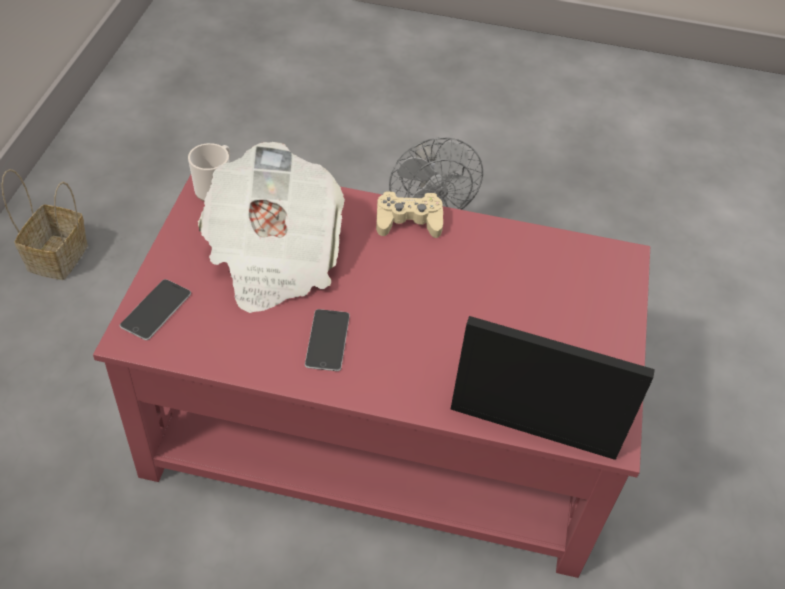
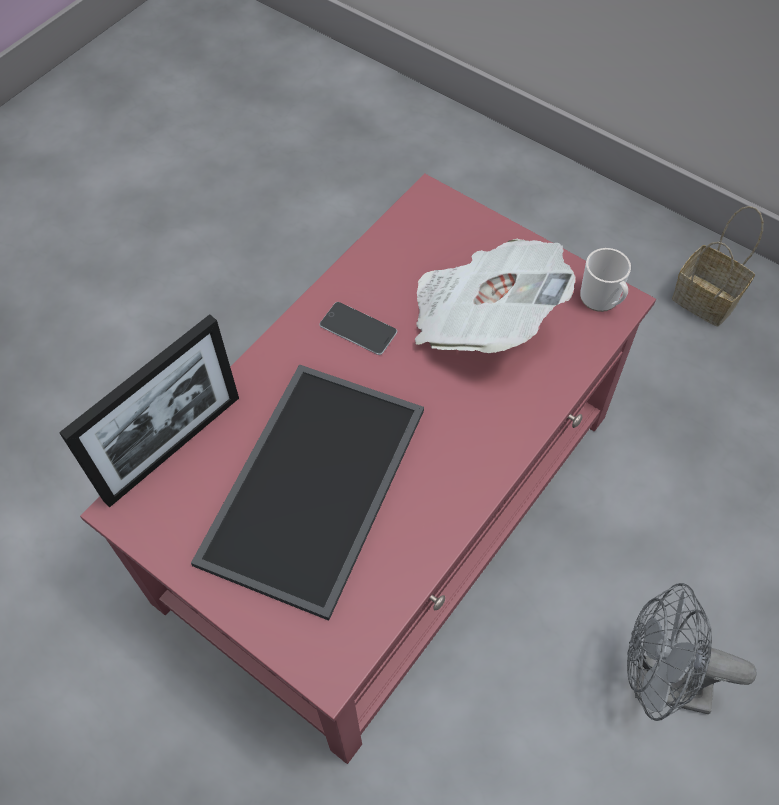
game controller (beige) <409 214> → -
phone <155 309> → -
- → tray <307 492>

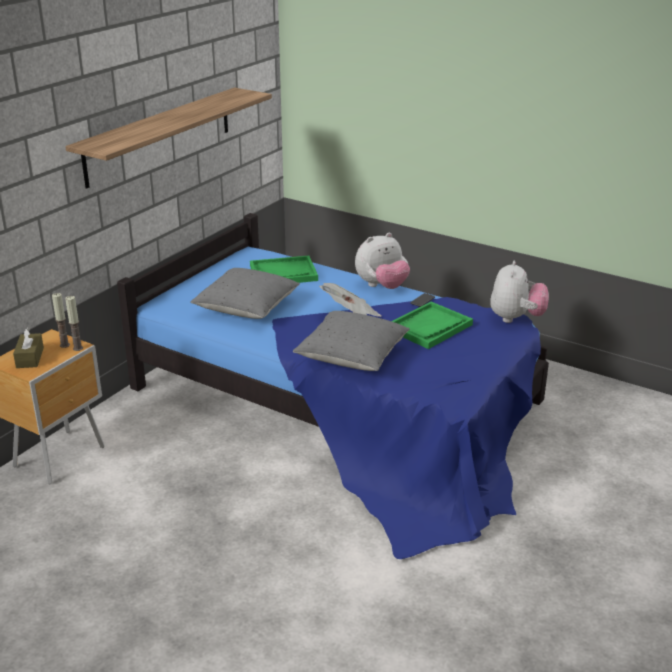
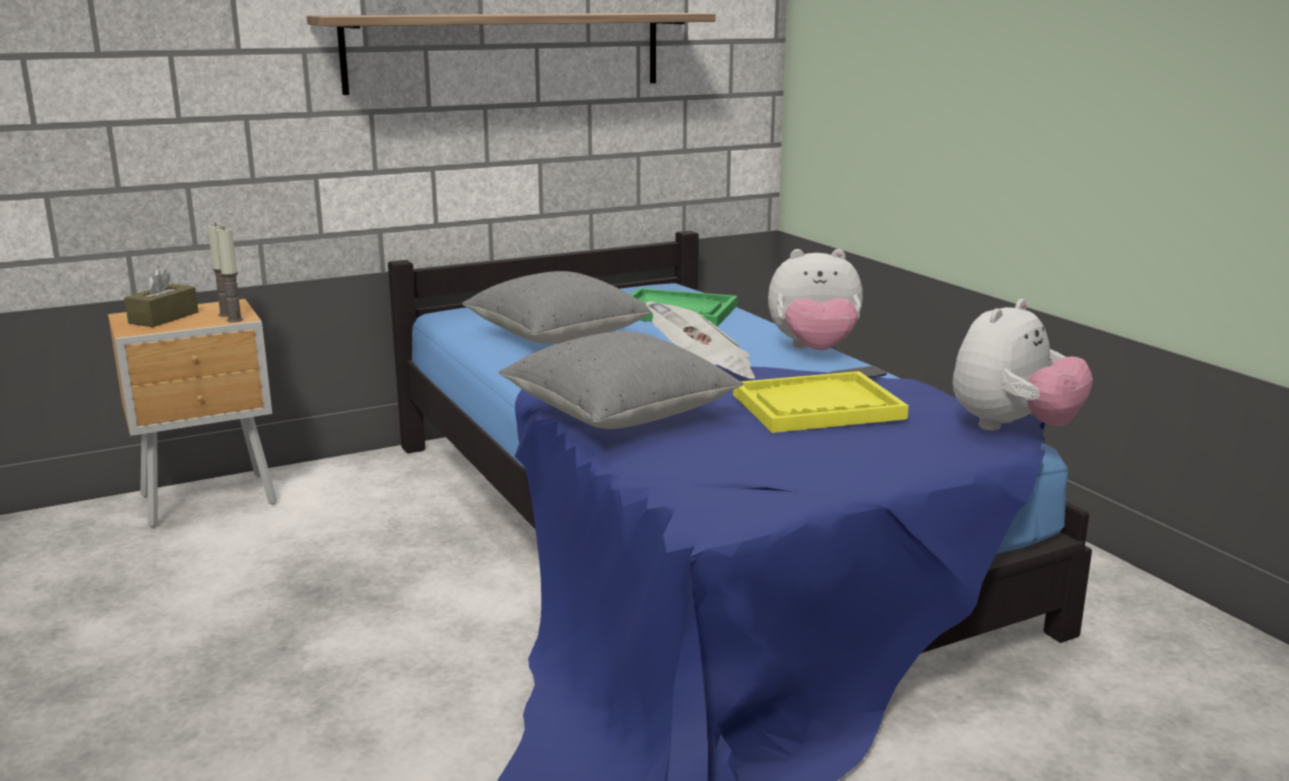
tray (green) <432 325> → tray (yellow) <821 402>

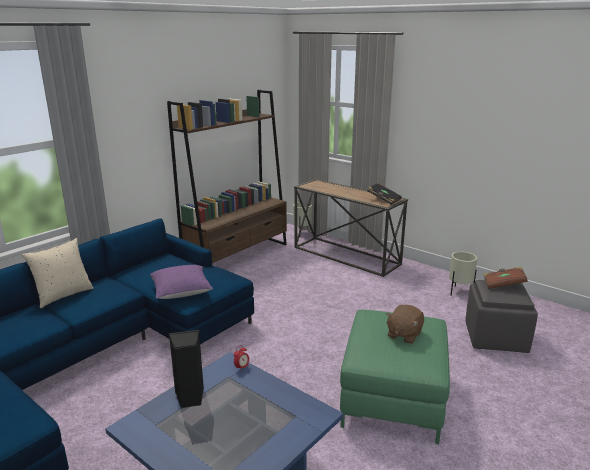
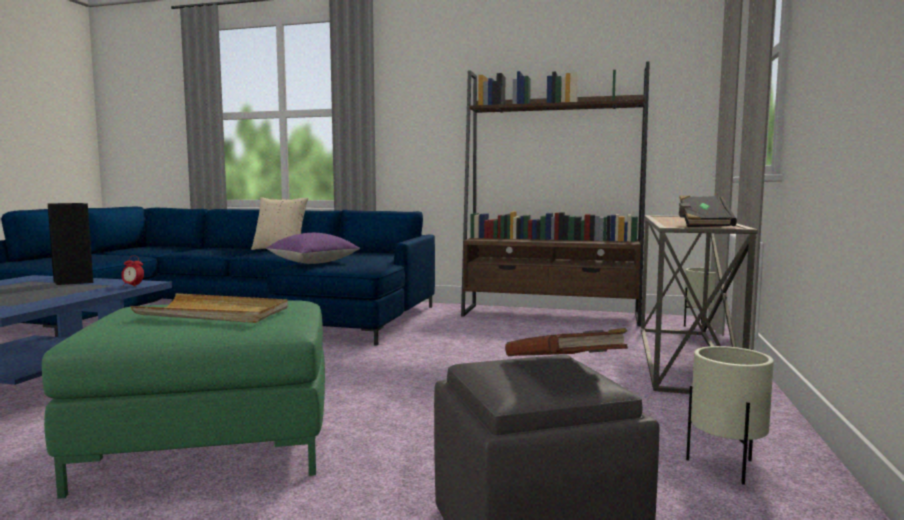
plush toy (brown) <405 324> → tray (beige) <209 308>

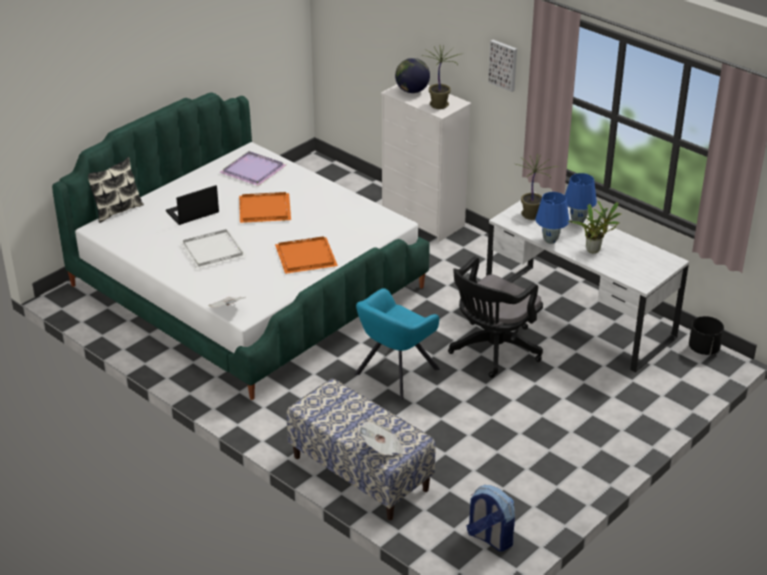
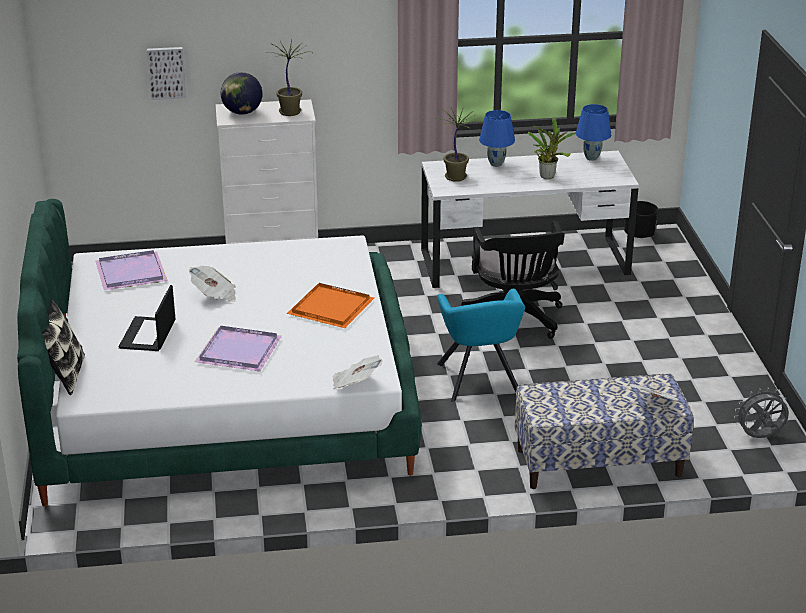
picture <502 66> → picture <166 73>, move
tray (orange) <265 207> → newspaper <212 284>
table lamp (blue) <552 218> → table lamp (blue) <593 132>, move
tray (white) <213 249> → tray (purple) <238 348>
backpack <490 518> → fan (grey) <761 413>

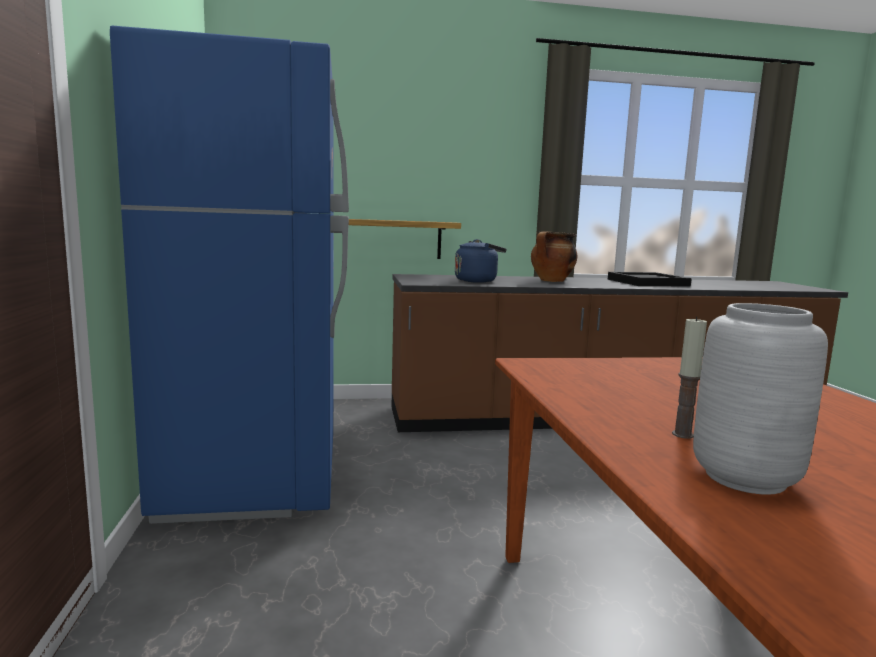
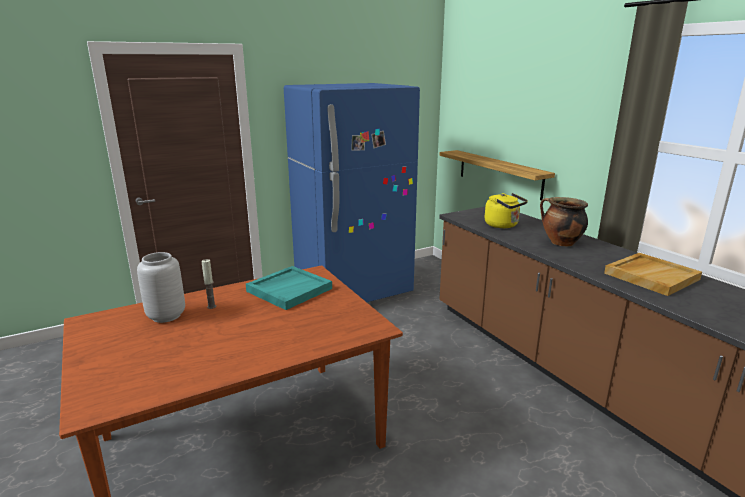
kettle (blue) <481 261> → kettle (yellow) <506 210>
tray (black) <650 279> → tray (beige) <653 274>
- → tray (turquoise) <289 288>

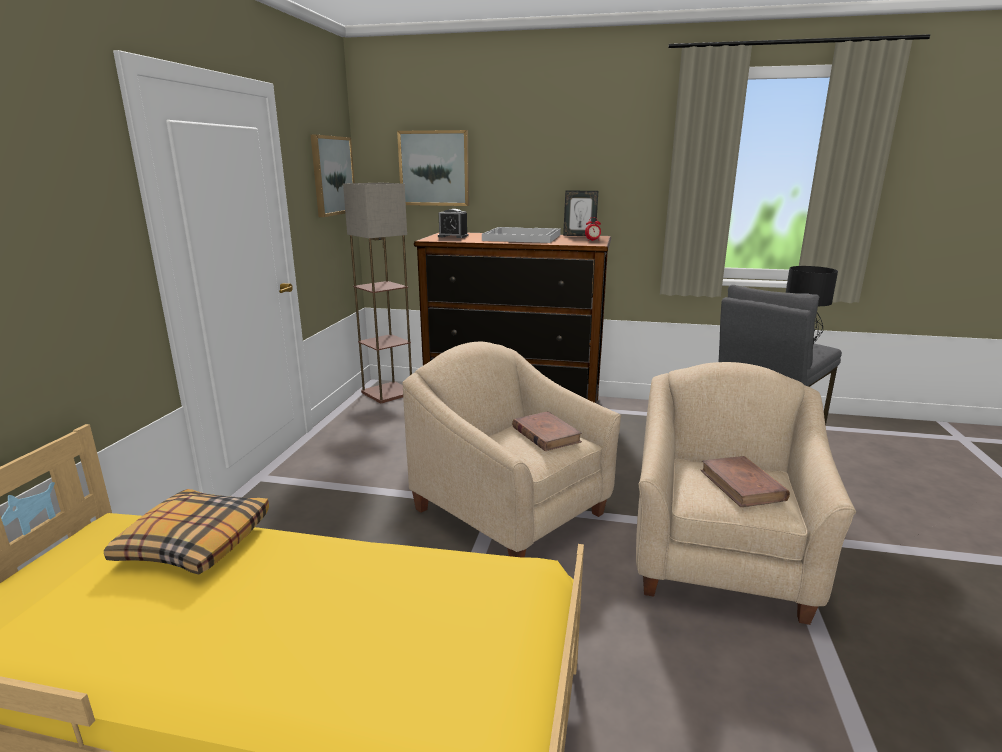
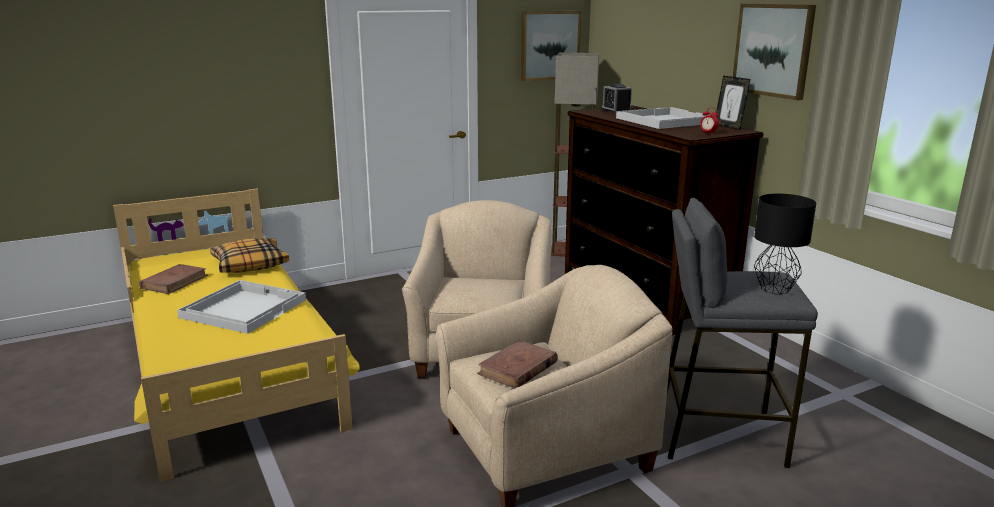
picture <433 168> → picture <774 52>, move
book (brown) <547 431> → book (brown) <173 279>, move
- → tray (white) <241 307>

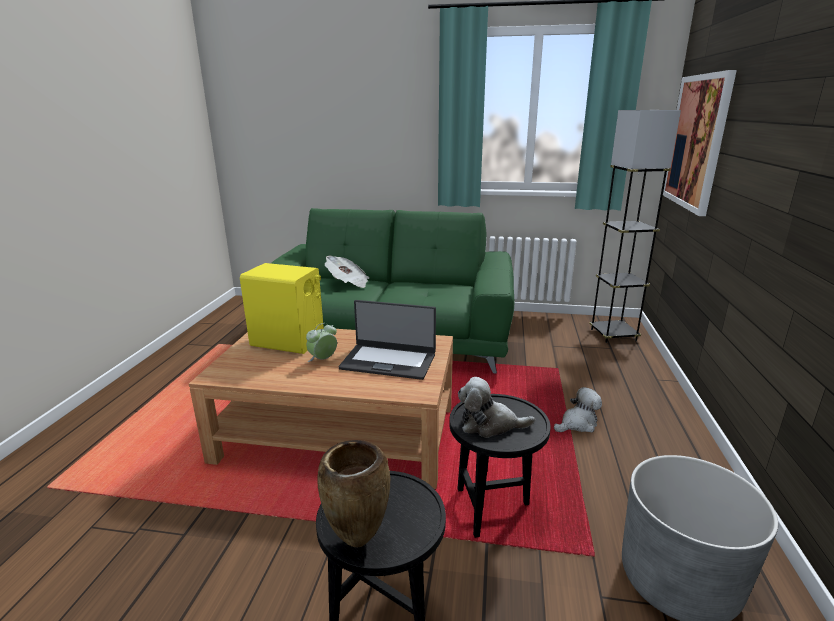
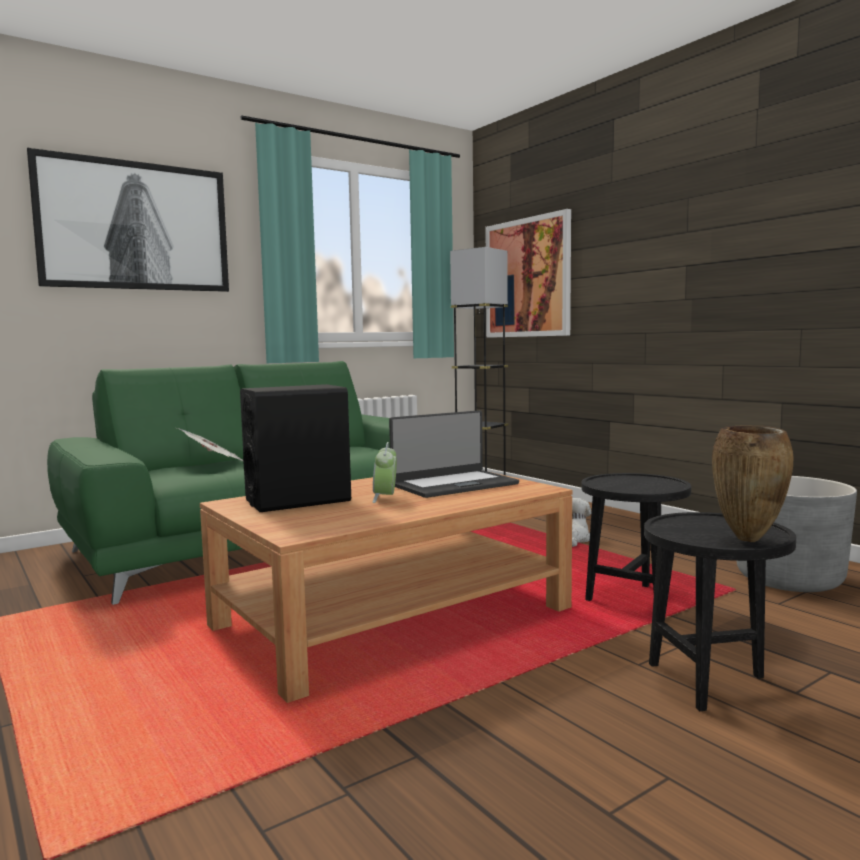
speaker (yellow) <282 308> → speaker (black) <295 448>
plush toy <496 407> → -
- → picture <128 219>

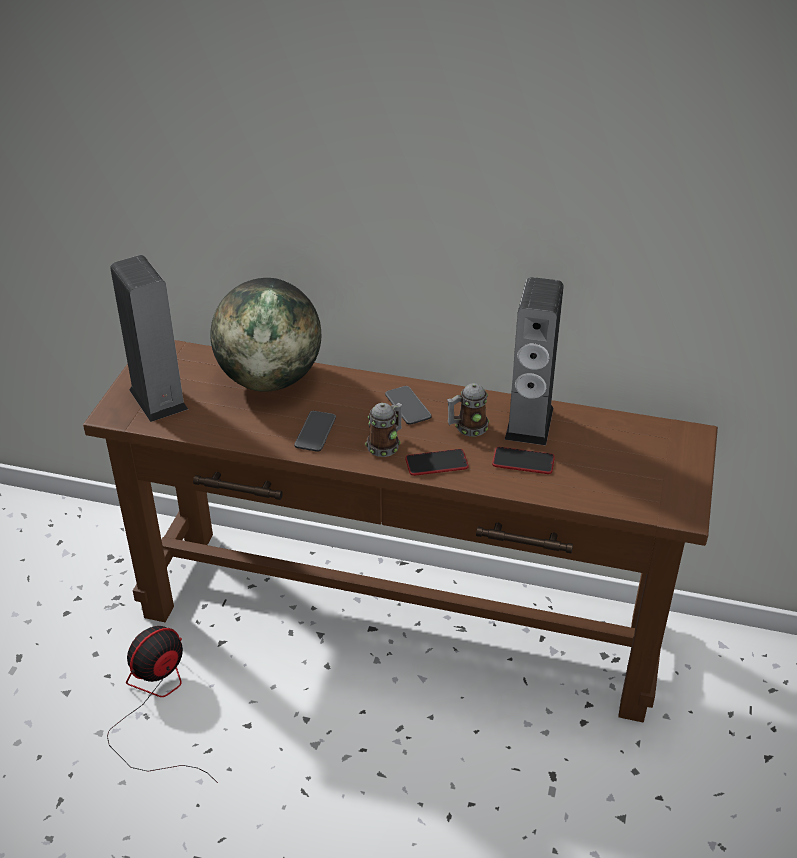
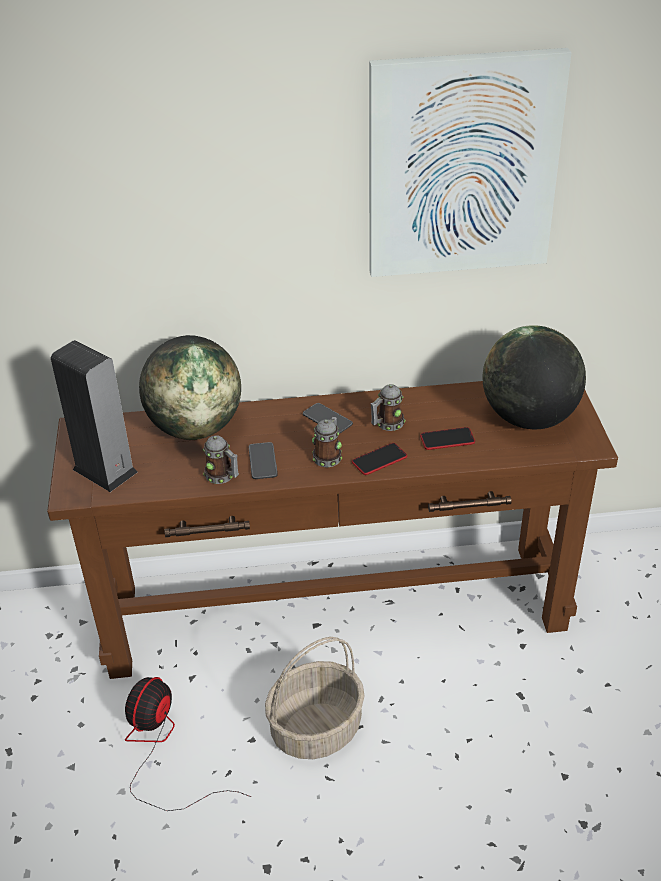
speaker <534 361> → -
- → picture <470 162>
- → globe <534 377>
- → mug <221 459>
- → basket <315 698>

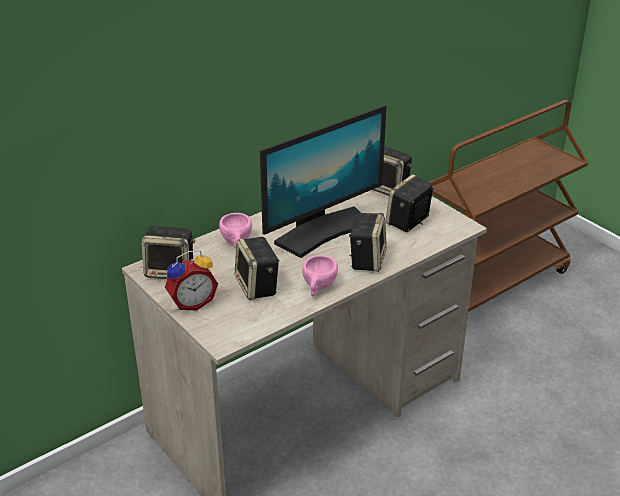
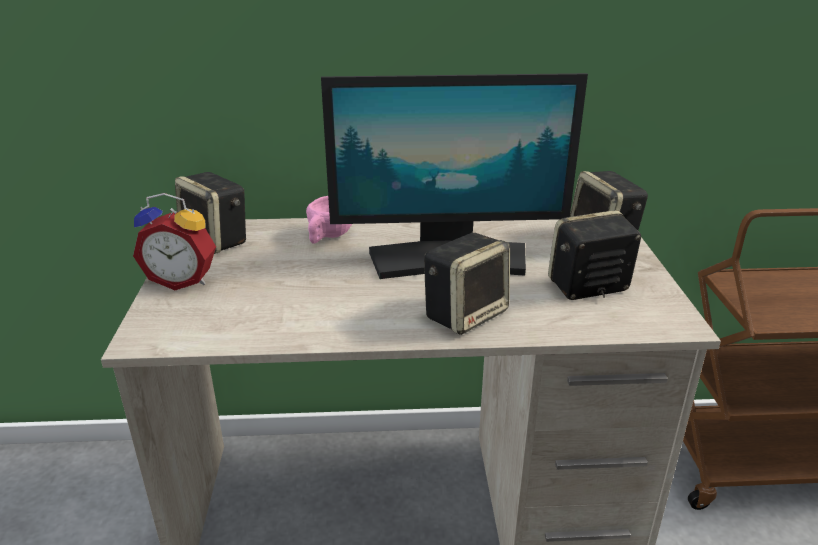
speaker <257 268> → -
cup (pink) <320 276> → -

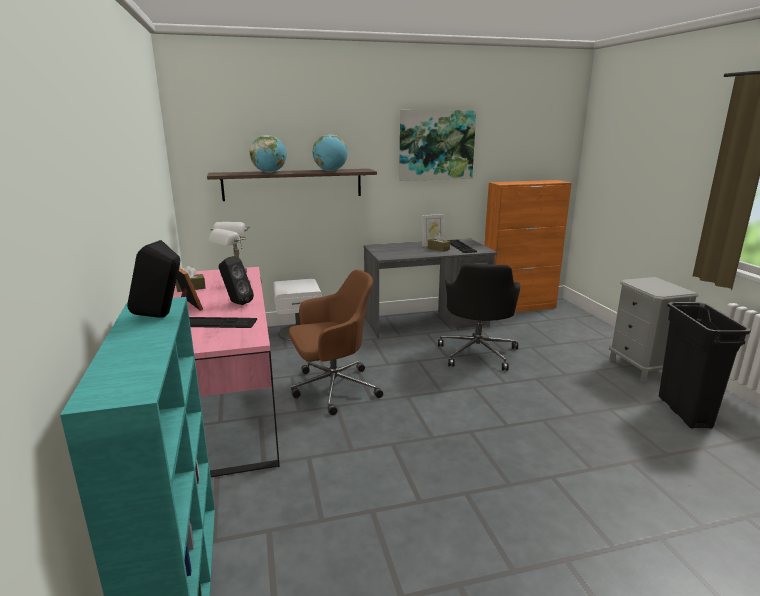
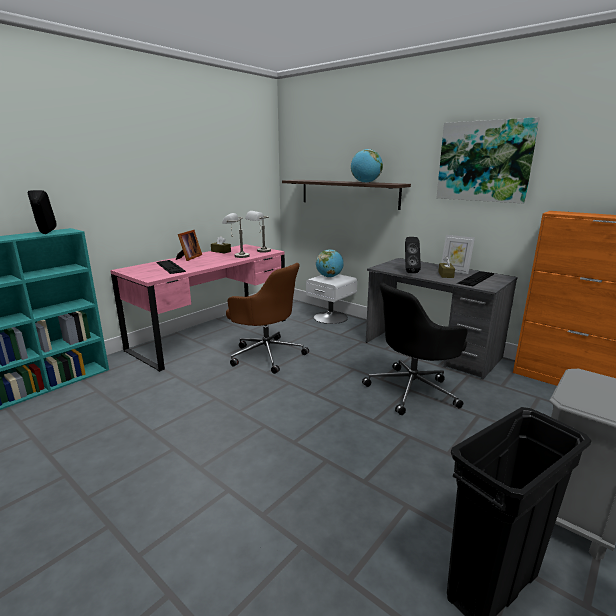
globe <268 154> → globe <330 263>, move
speaker (black) <236 280> → speaker (black) <413 255>, move

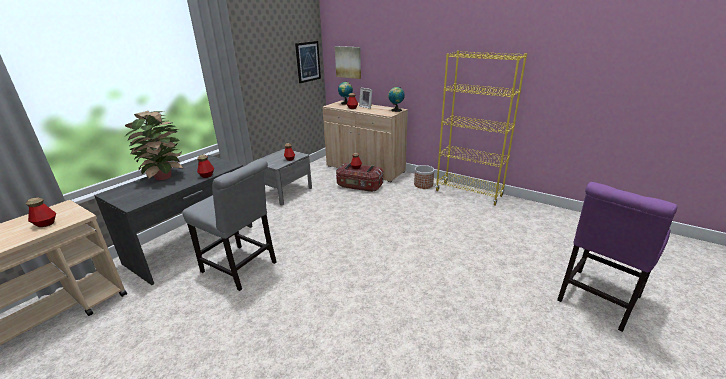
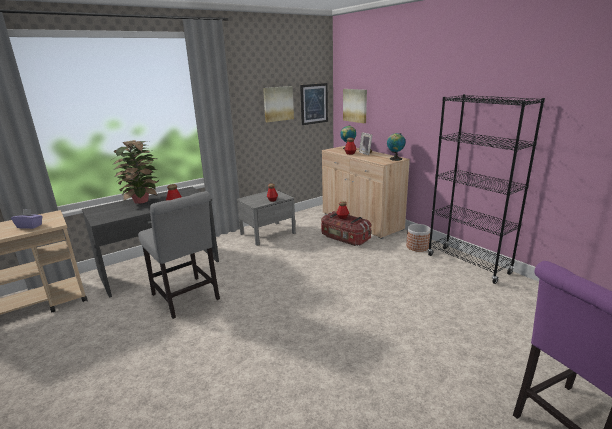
bookcase (yellow) <481 128> → bookcase (black) <486 189>
bottle <41 212> → tissue box (purple) <27 219>
- → picture <278 104>

